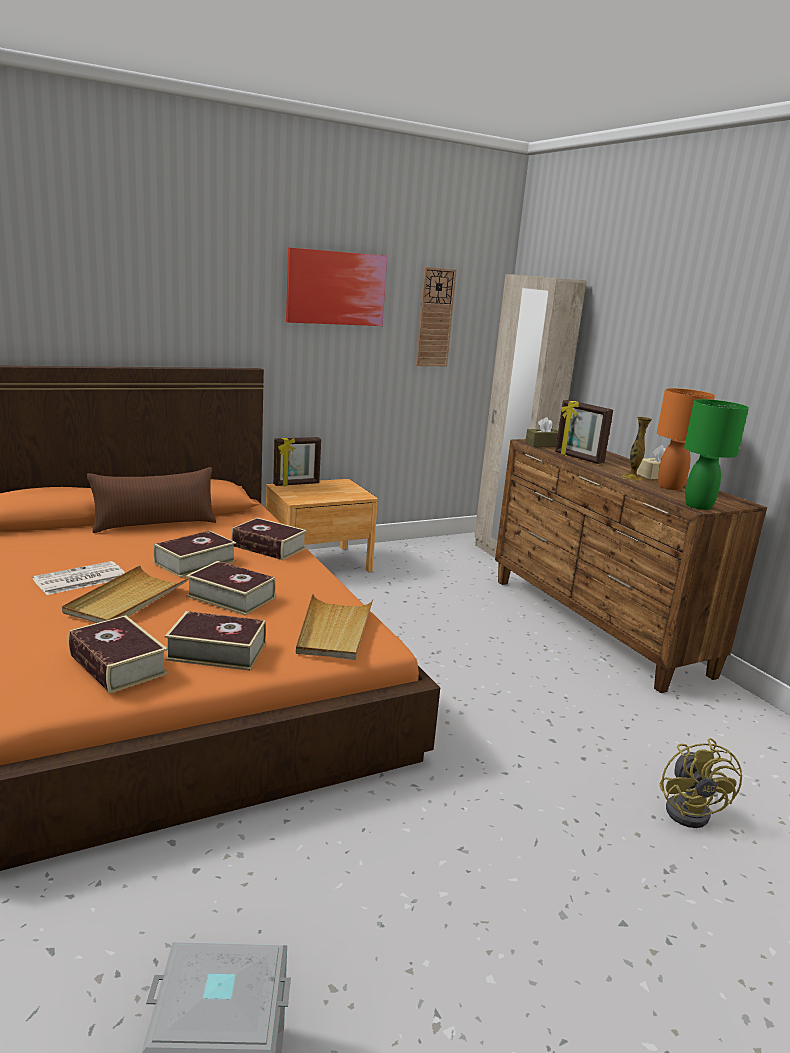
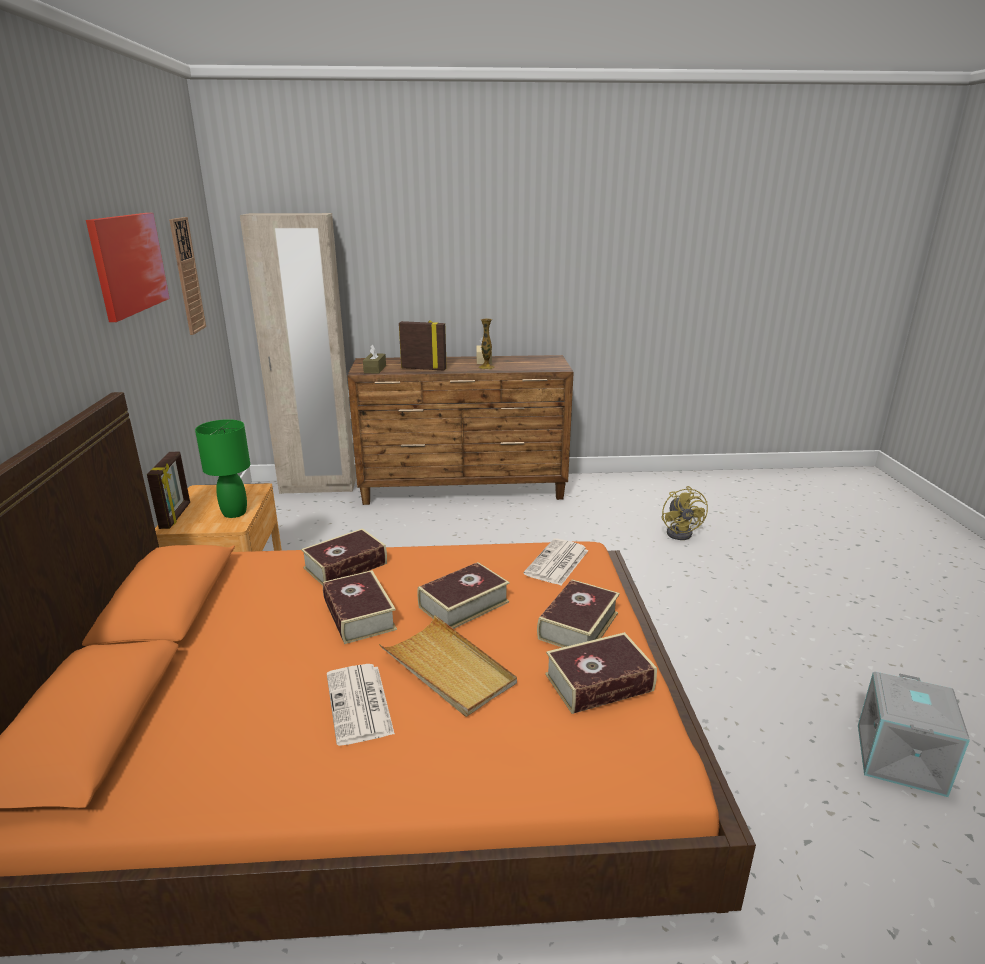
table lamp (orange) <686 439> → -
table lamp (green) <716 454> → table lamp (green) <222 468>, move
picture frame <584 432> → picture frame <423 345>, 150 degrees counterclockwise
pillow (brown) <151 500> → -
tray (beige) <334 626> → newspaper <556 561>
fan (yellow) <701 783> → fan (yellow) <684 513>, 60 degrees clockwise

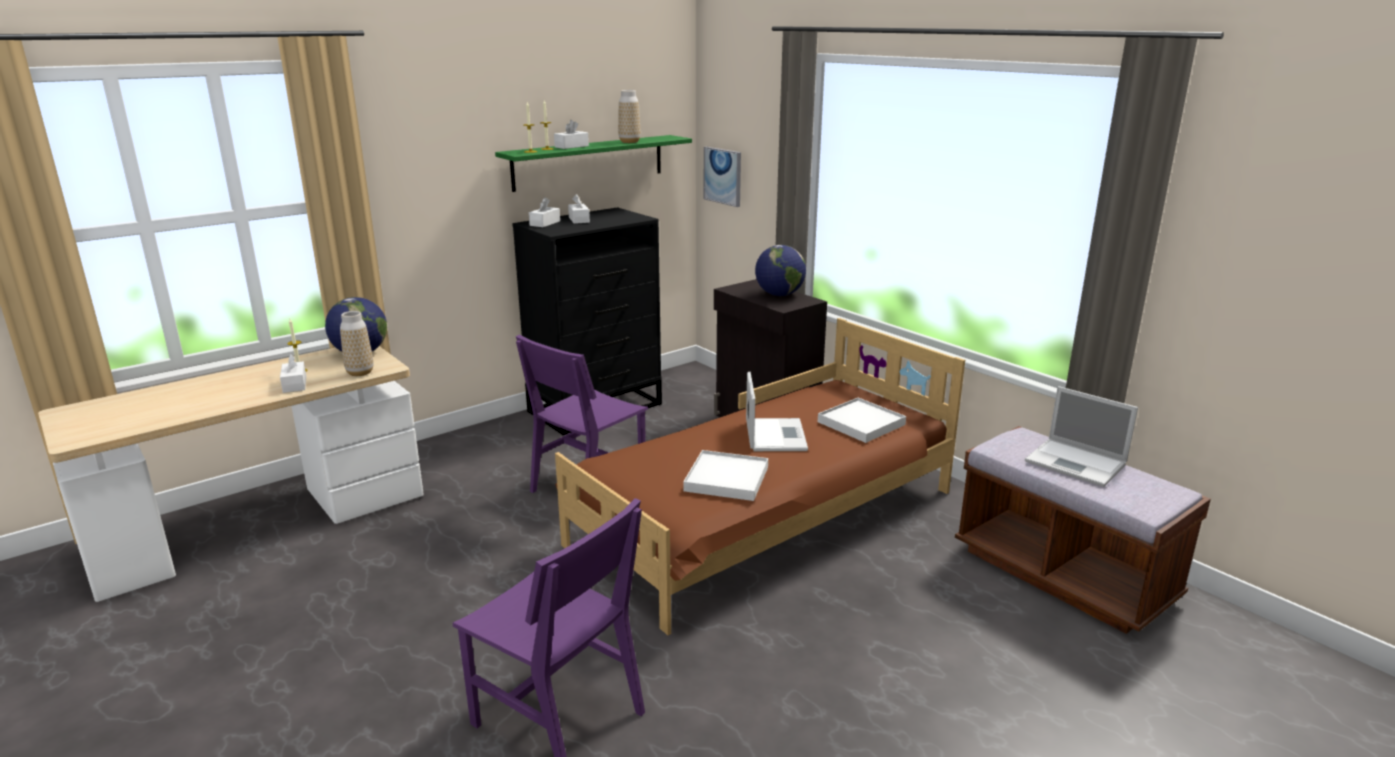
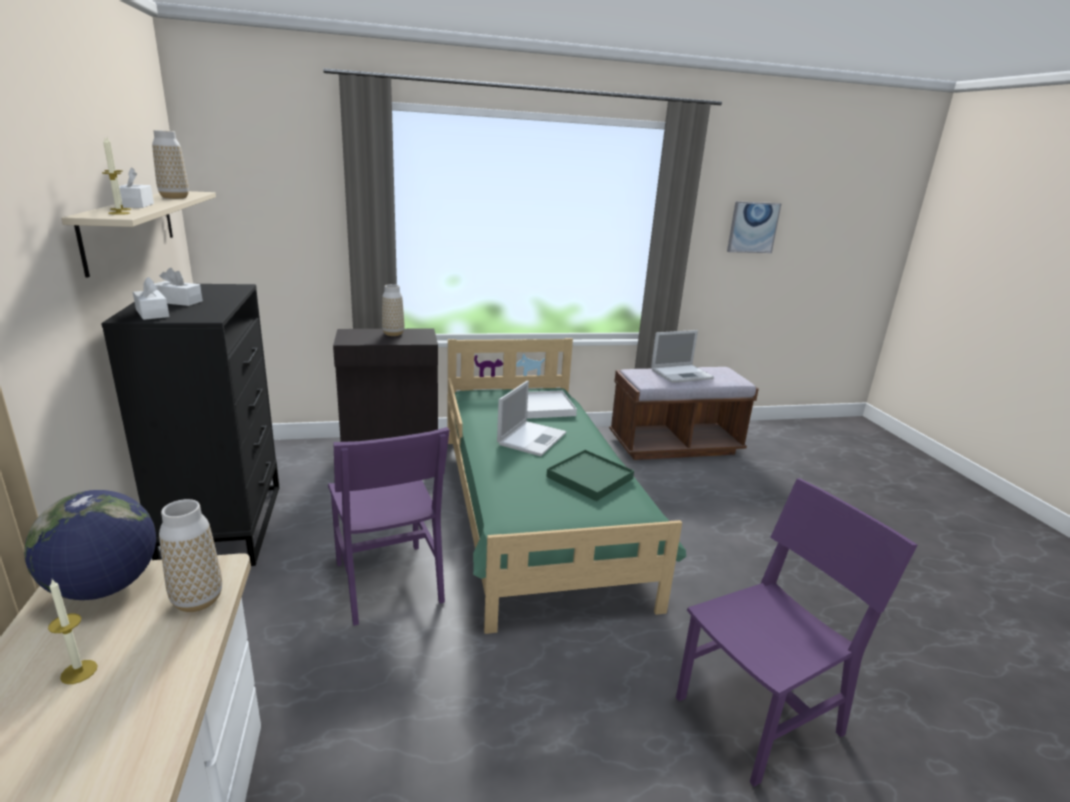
shelf (green) <593 163> → shelf (beige) <138 234>
picture <722 177> → picture <754 227>, move
globe <780 270> → vase <393 310>
bed (brown) <760 476> → bed (green) <567 486>
tissue box (white) <293 373> → -
laptop <777 411> → laptop <531 418>, 90 degrees clockwise
tray (white) <725 475> → tray (green) <590 475>

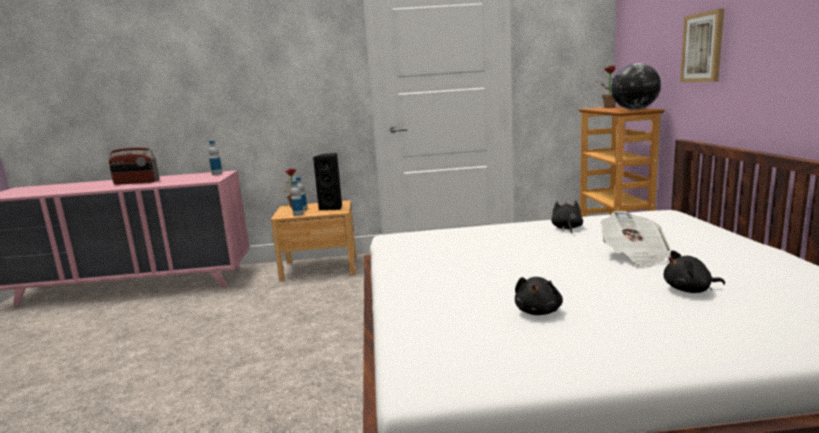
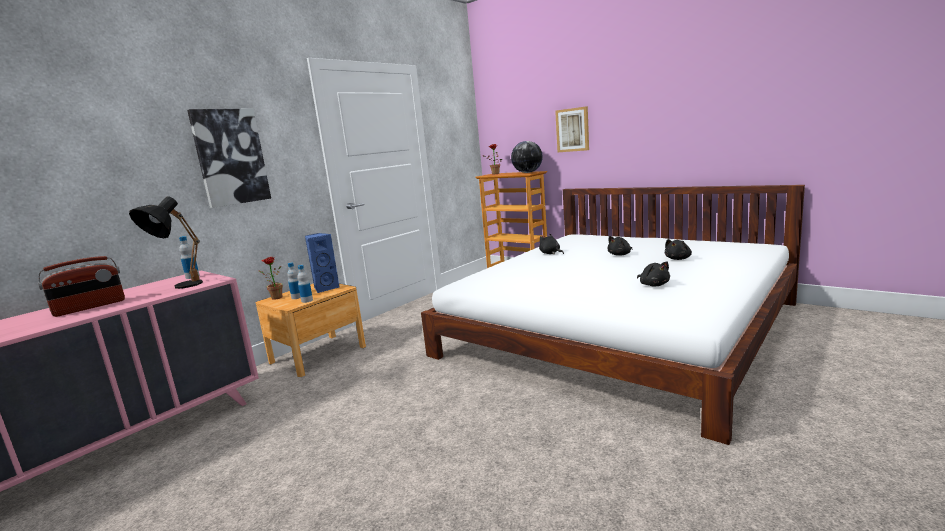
speaker (black) <327 181> → speaker (blue) <322 263>
newspaper <636 239> → plush toy (black) <619 246>
- → picture <229 158>
- → table lamp (black) <166 242>

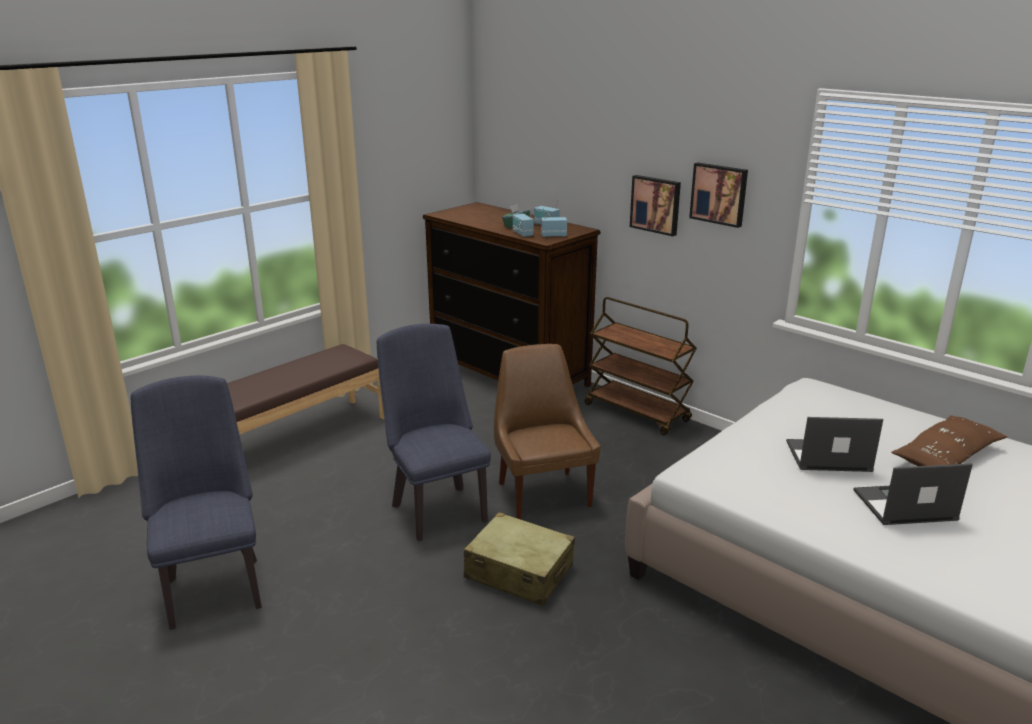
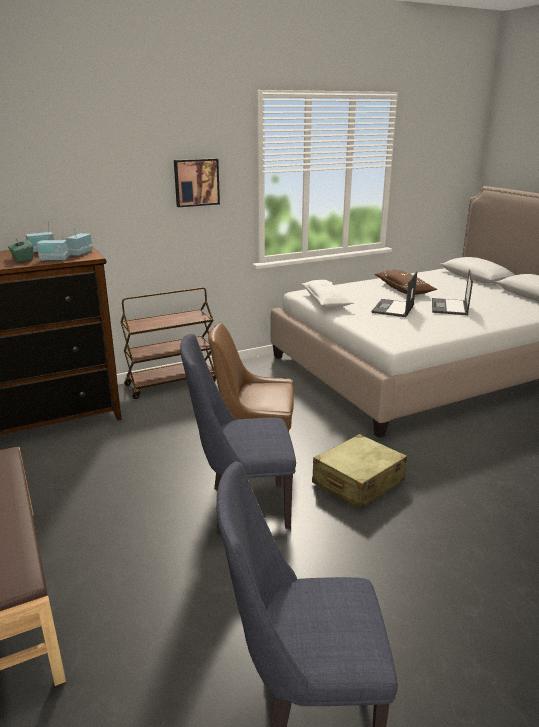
picture <655 205> → -
- → pillow (white) <327 294>

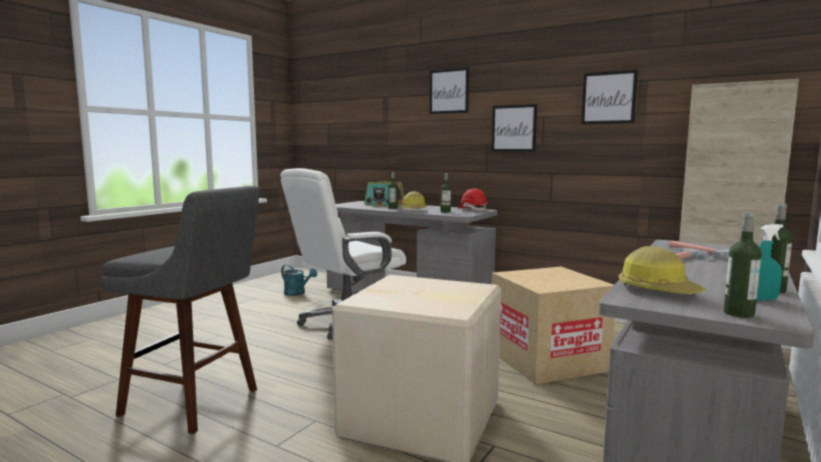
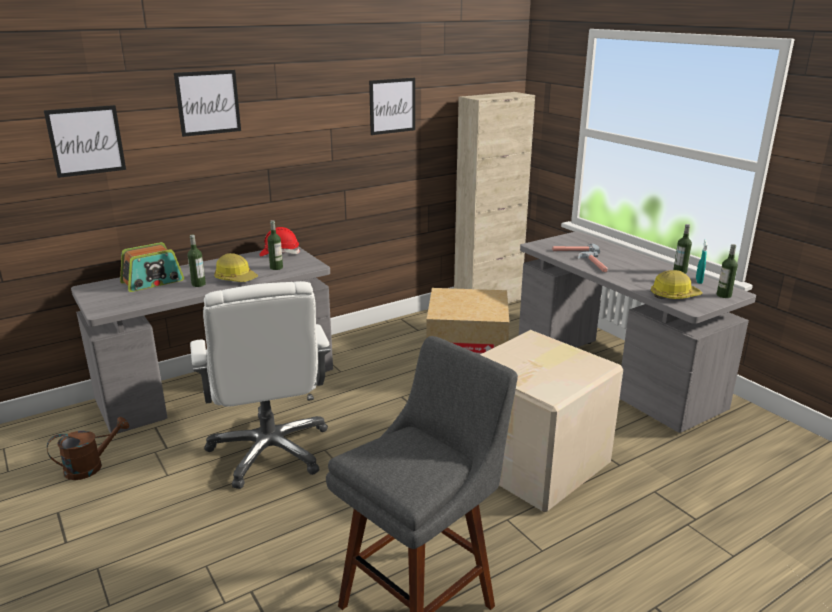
picture <514 128> → picture <85 141>, move
watering can (turquoise) <299 280> → watering can (brown) <88 448>

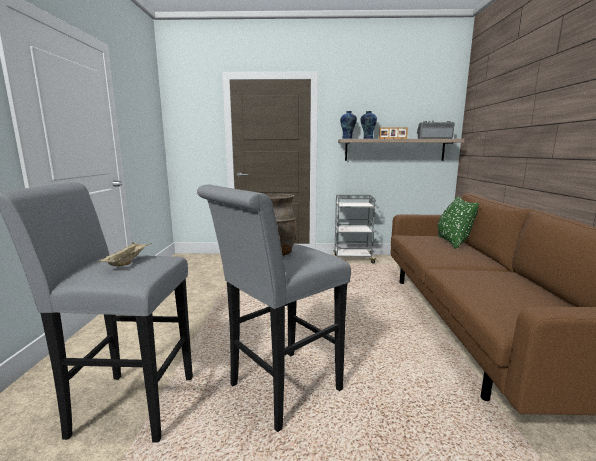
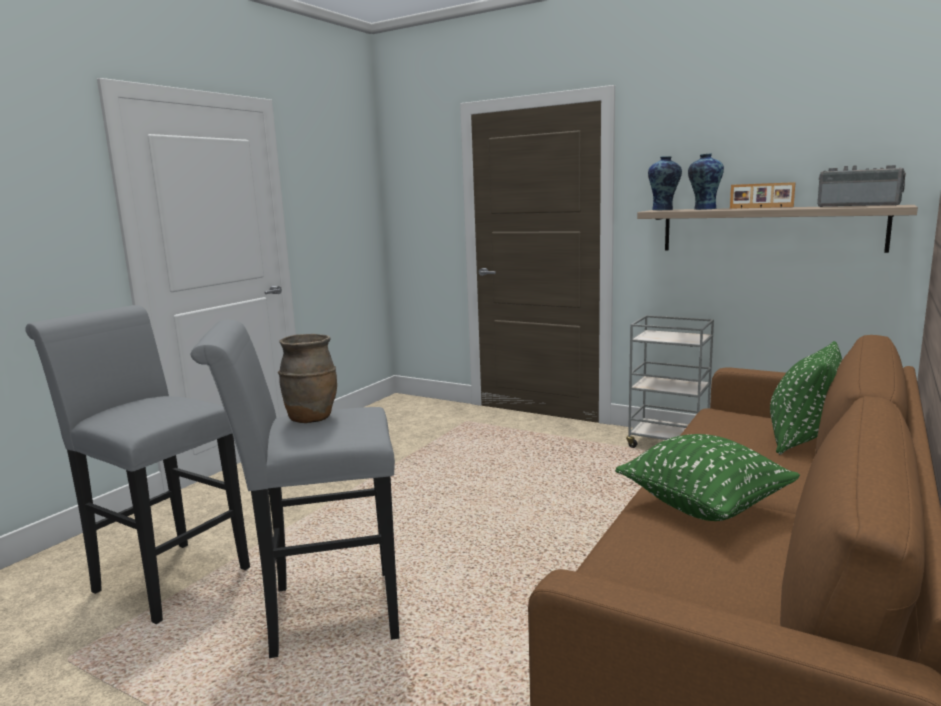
tray (beige) <125 254> → -
- → pillow (green) <707 477>

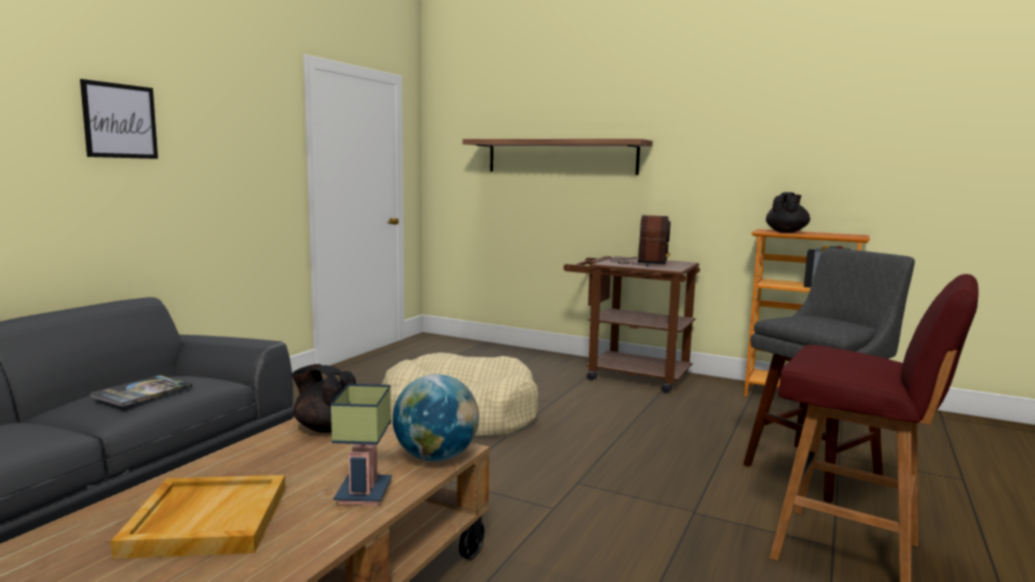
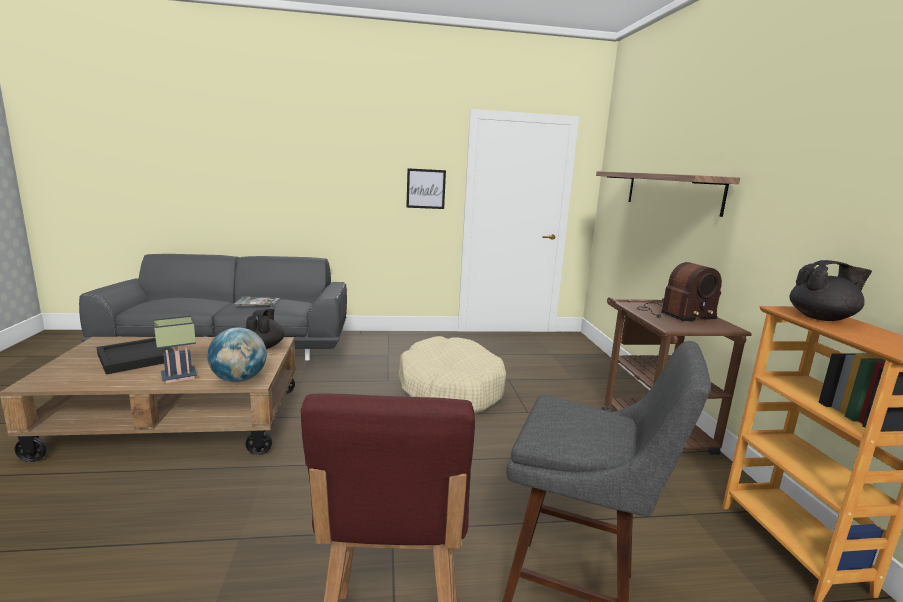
picture <119 119> → picture <426 188>, move
tray (beige) <198 517> → tray (black) <135 356>

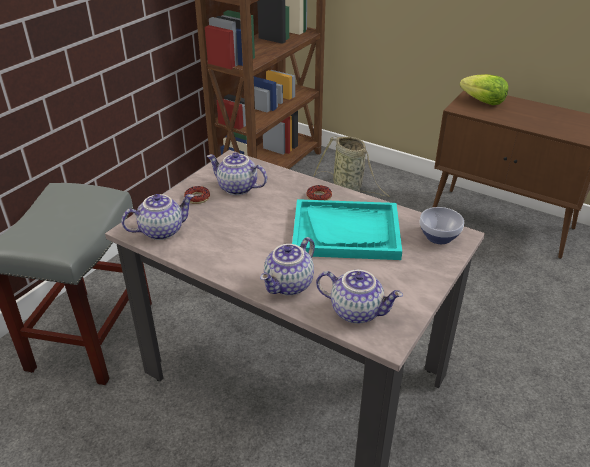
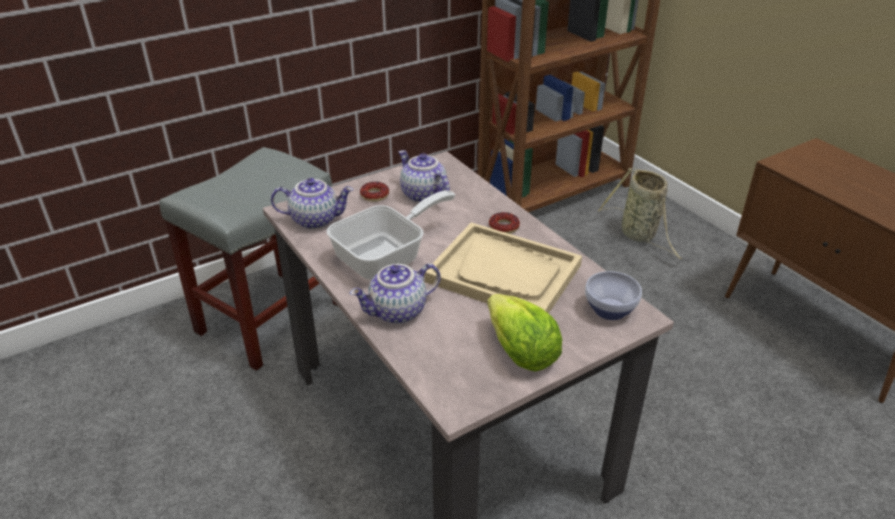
lettuce <484 89> → lettuce <524 333>, move
tray (turquoise) <347 229> → tray (beige) <503 268>
teapot <359 297> → -
- → frying pan <391 235>

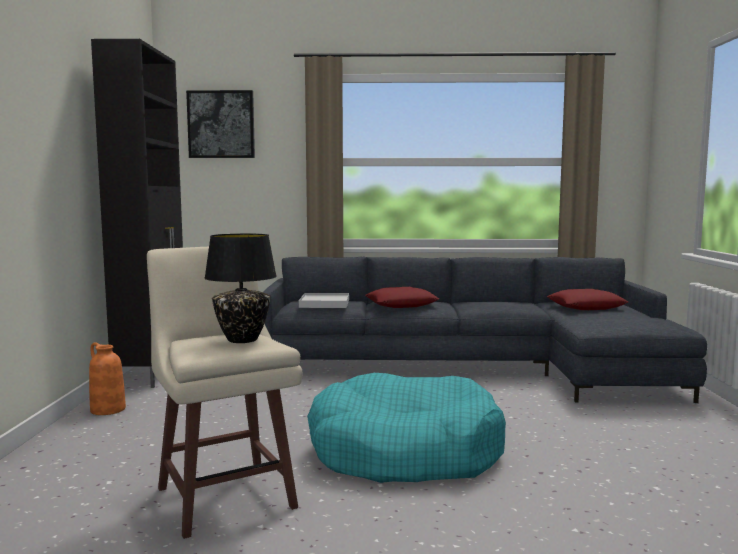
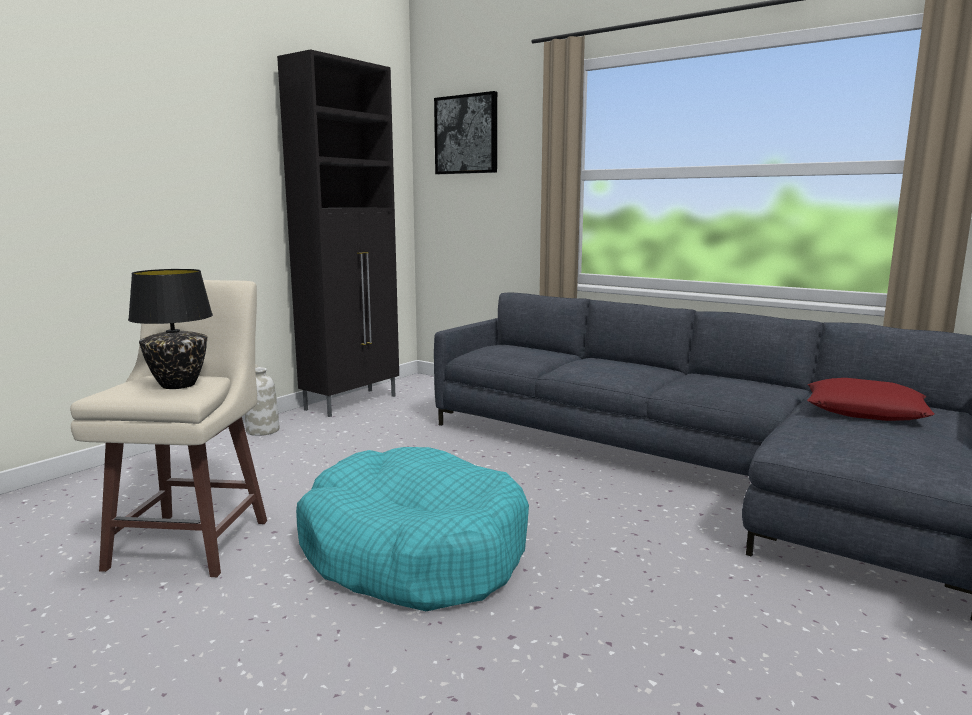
pillow (red) <402 297> → -
tray (white) <324 300> → -
vase (orange) <107 379> → vase (white) <262 400>

